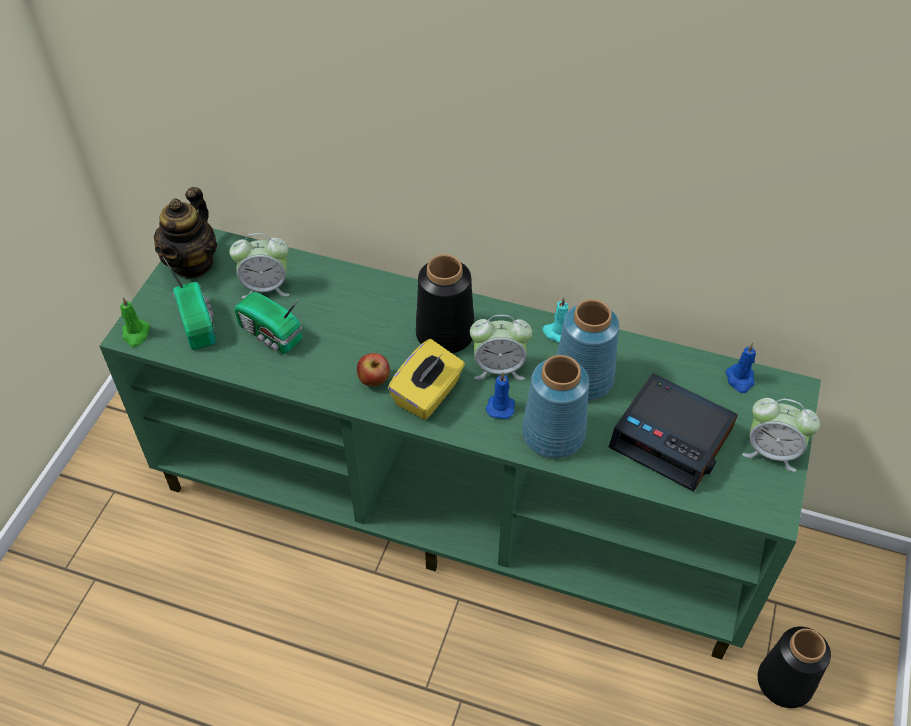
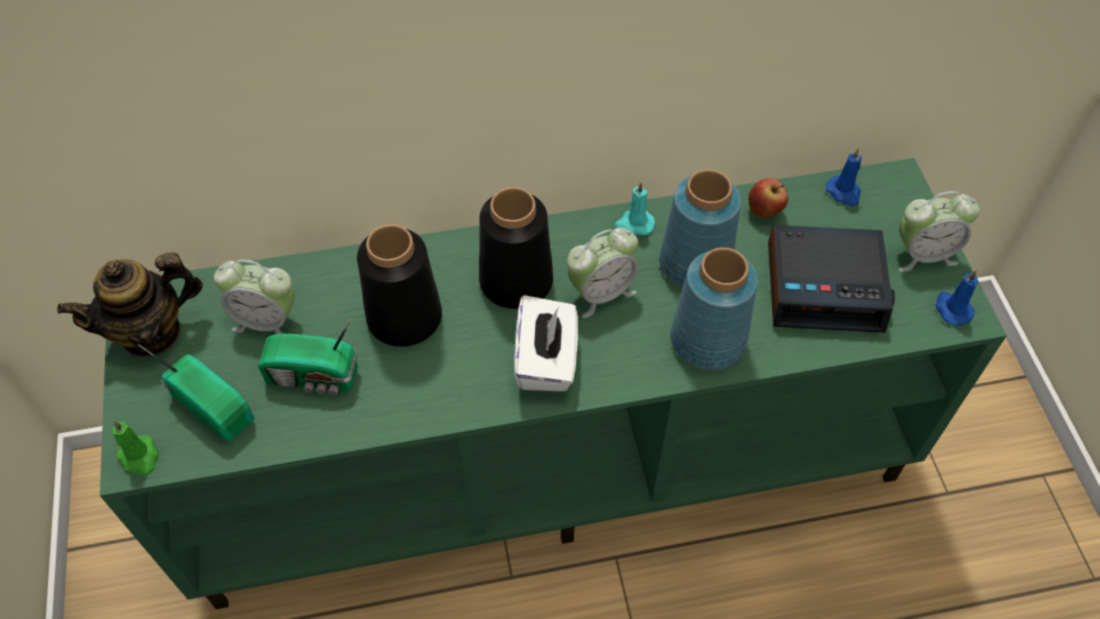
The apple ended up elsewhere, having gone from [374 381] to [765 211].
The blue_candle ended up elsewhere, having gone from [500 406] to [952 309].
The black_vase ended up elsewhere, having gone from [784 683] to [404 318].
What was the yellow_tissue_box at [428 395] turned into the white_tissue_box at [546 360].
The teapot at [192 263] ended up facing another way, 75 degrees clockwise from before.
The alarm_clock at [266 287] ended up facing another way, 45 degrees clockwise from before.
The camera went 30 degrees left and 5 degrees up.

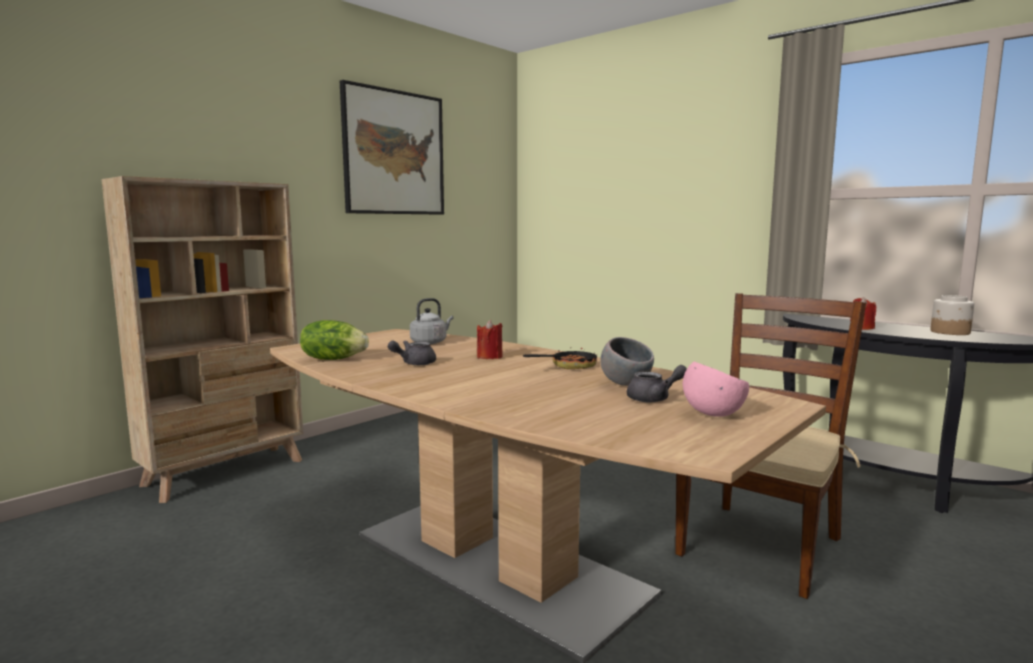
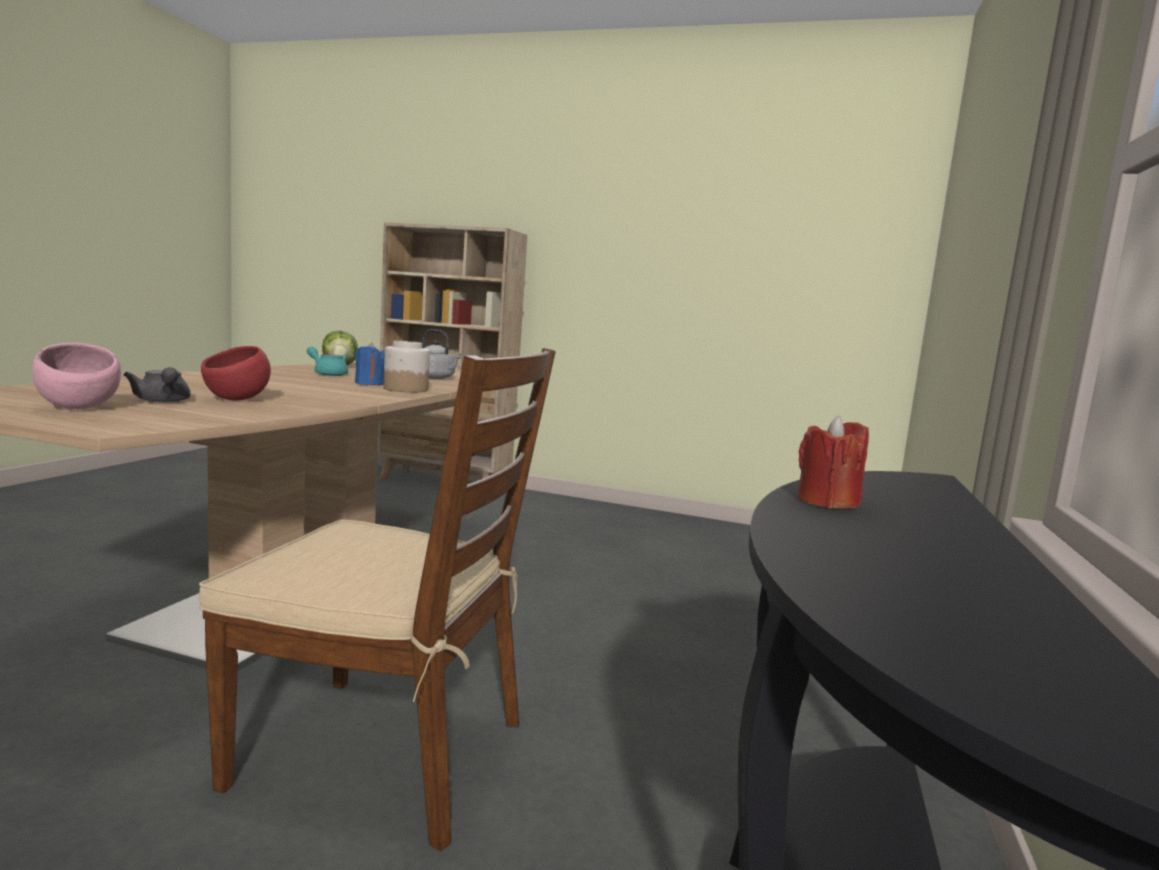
The second view lost the picture at [394 153].
The second view lost the frying_pan at [568 366].
The jar ended up elsewhere, having gone from [950 332] to [405 389].
What was the grey_teapot at [414 363] turned into the turquoise_teapot at [328 374].
What was the red_candle at [489 357] turned into the blue_candle at [369 384].
What was the grey_bowl at [626 384] turned into the red_bowl at [237 400].
The camera went 65 degrees right and 0 degrees up.

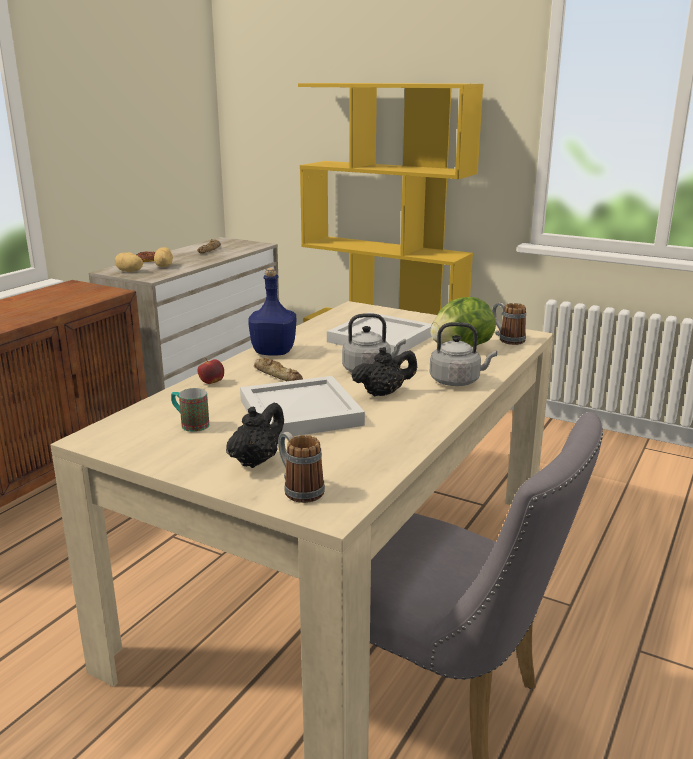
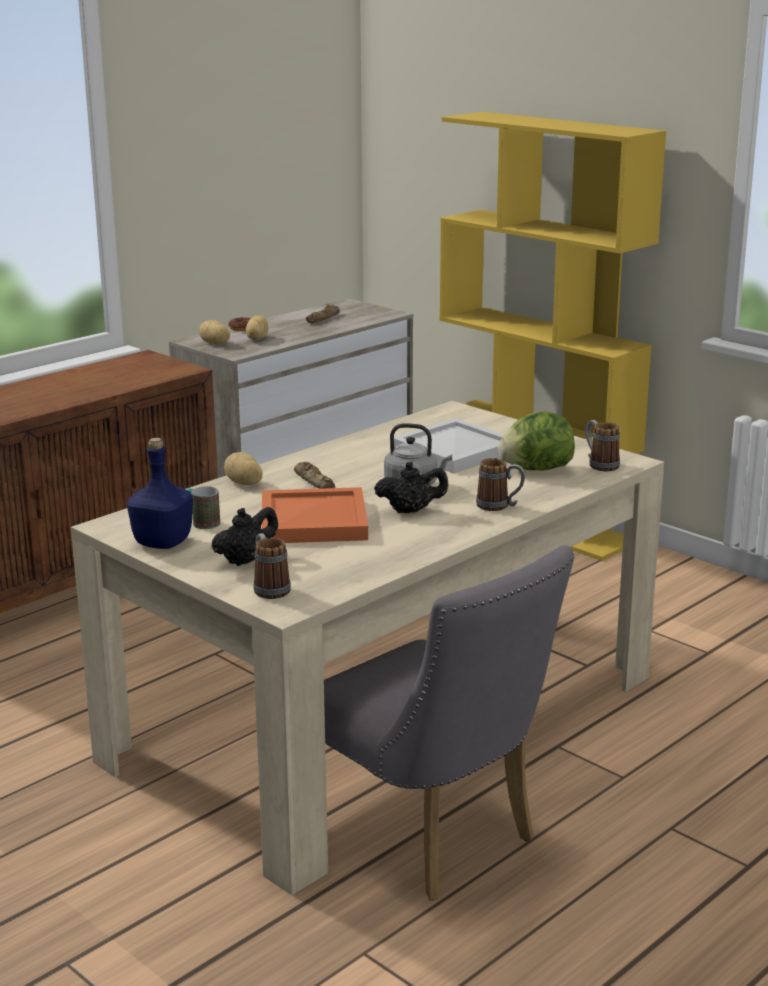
The blue_bottle ended up elsewhere, having gone from [273 351] to [163 542].
Where the apple stood at [211 383], the potato came to stand at [243 483].
Where the grey_kettle stood at [457 381], the mug came to stand at [499 506].
What was the white_tray at [301 411] turned into the orange_tray at [315 520].
The camera went 15 degrees right and 0 degrees up.

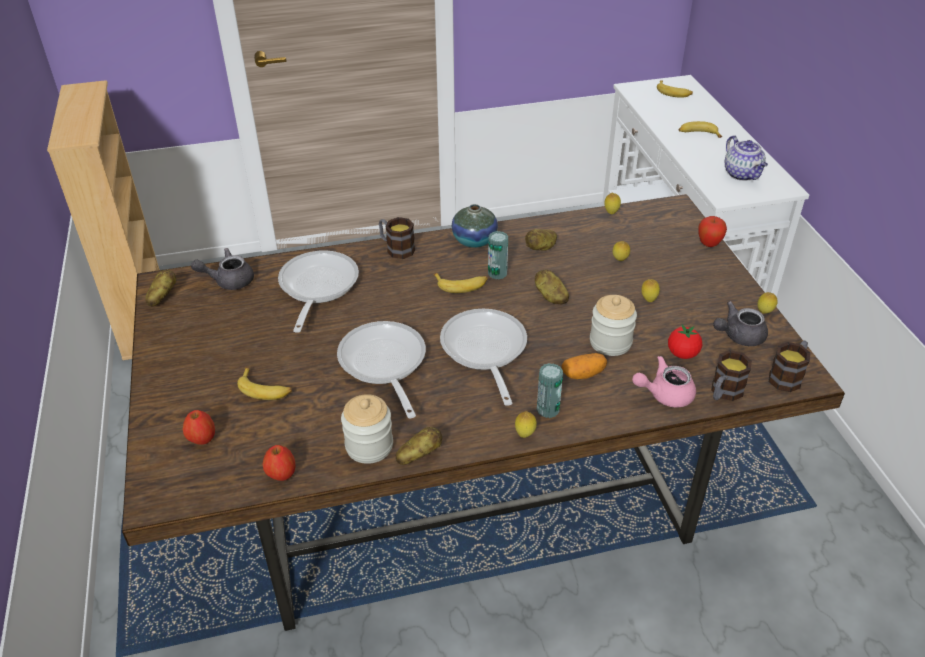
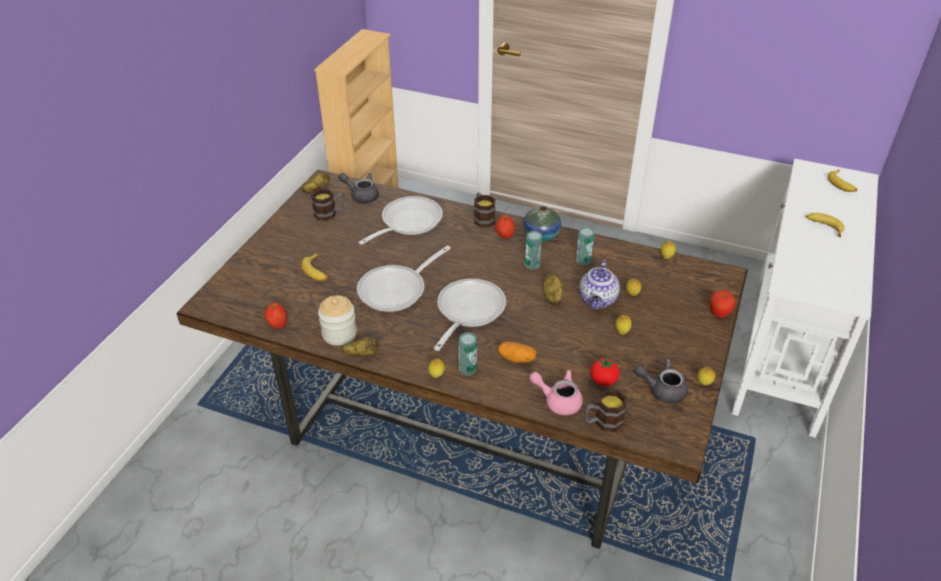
The second view lost the banana at [461 285].
The second view lost the jar at [610 342].
The apple ended up elsewhere, having gone from [202 439] to [504 236].
The teapot ended up elsewhere, having gone from [742 174] to [598 300].
The mug ended up elsewhere, having gone from [788 376] to [329 213].
Where the potato stood at [541 248], the can came to stand at [583 260].
The frying_pan at [383 365] ended up facing another way, 150 degrees counterclockwise from before.
The camera went 35 degrees right and 0 degrees up.

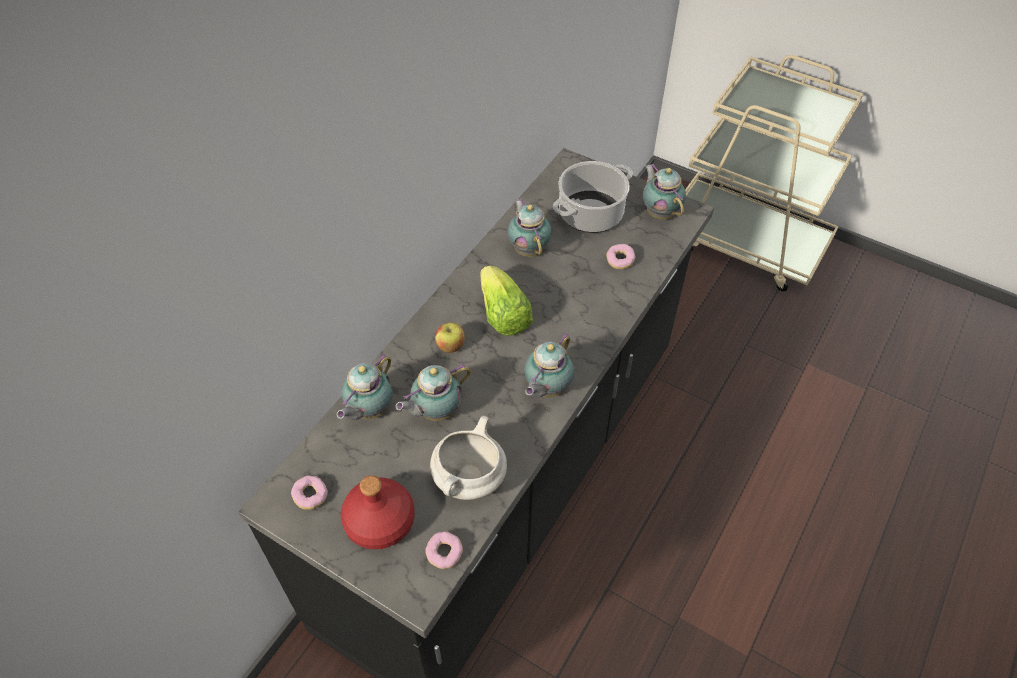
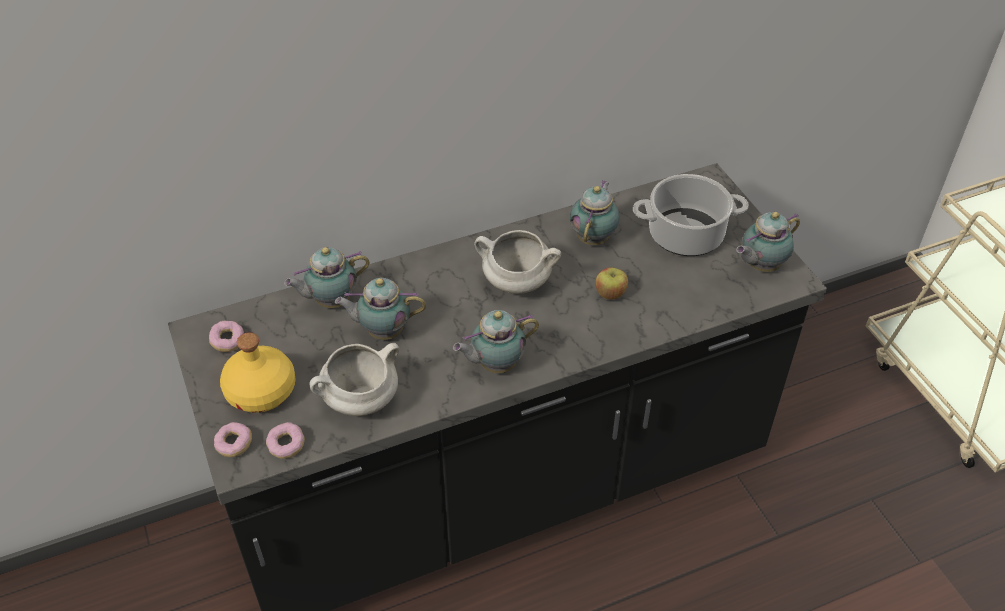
The apple ended up elsewhere, having gone from [450 346] to [610 294].
The donut ended up elsewhere, having gone from [620 261] to [234 445].
Where the lettuce stood at [503 315], the white_cooking_pot came to stand at [516 283].
What was the red_bottle at [380 522] turned into the yellow_bottle at [260 391].
The teapot at [659 212] ended up facing another way, 135 degrees counterclockwise from before.
The camera went 35 degrees right and 5 degrees down.

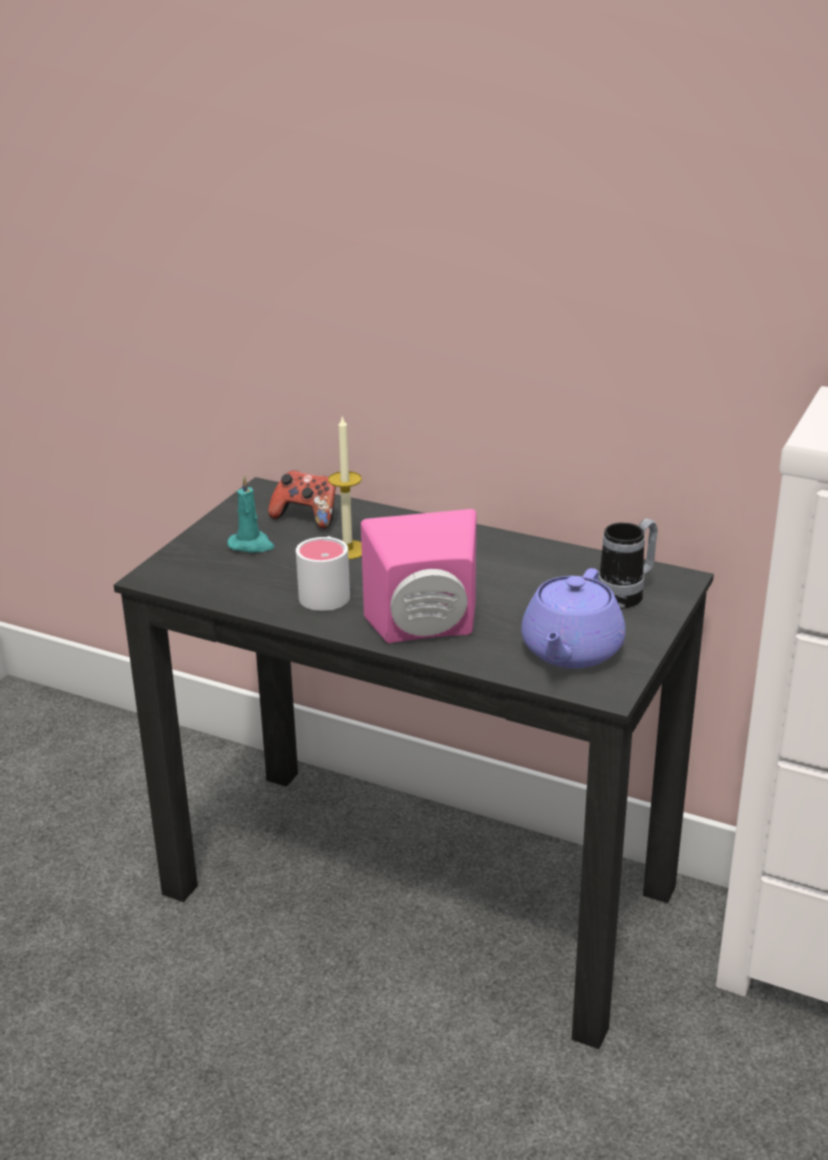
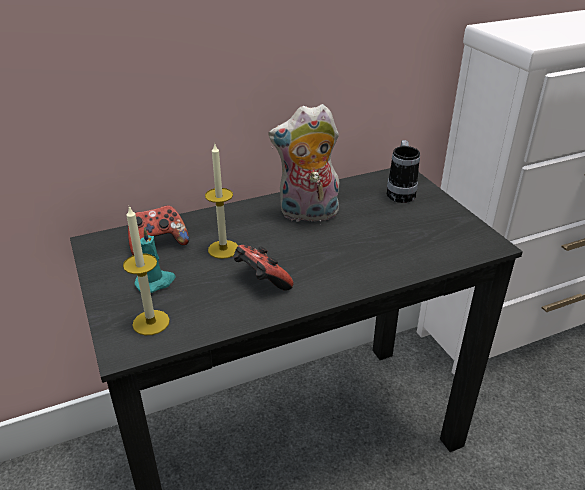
The second view lost the pink_speaker at [425 631].
The second view lost the purple_teapot at [570 651].
The second view gained the candle at [151 322].
The second view gained the plush_toy at [307 215].
Where the white_mug stood at [326 591], the game_controller came to stand at [261 282].
The camera went 50 degrees left and 5 degrees up.

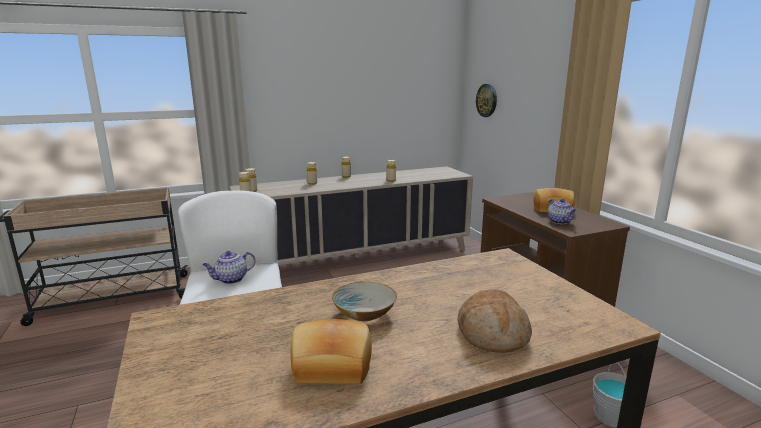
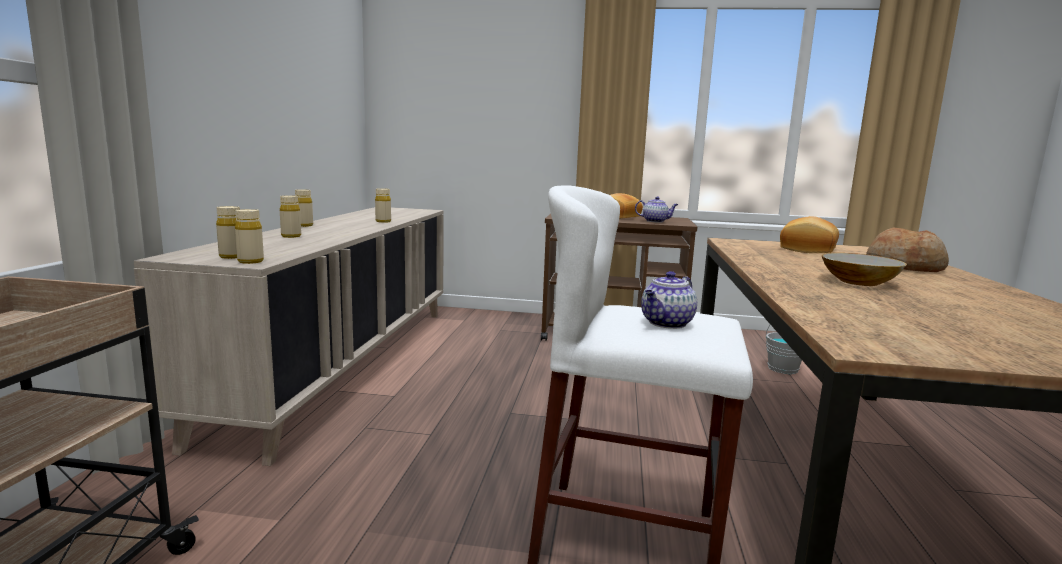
The second view lost the wall_clock at [487 100].
The bread ended up elsewhere, having gone from [331 367] to [809 249].
The teapot at [231 279] ended up facing another way, 45 degrees clockwise from before.
The camera went 60 degrees left and 5 degrees down.

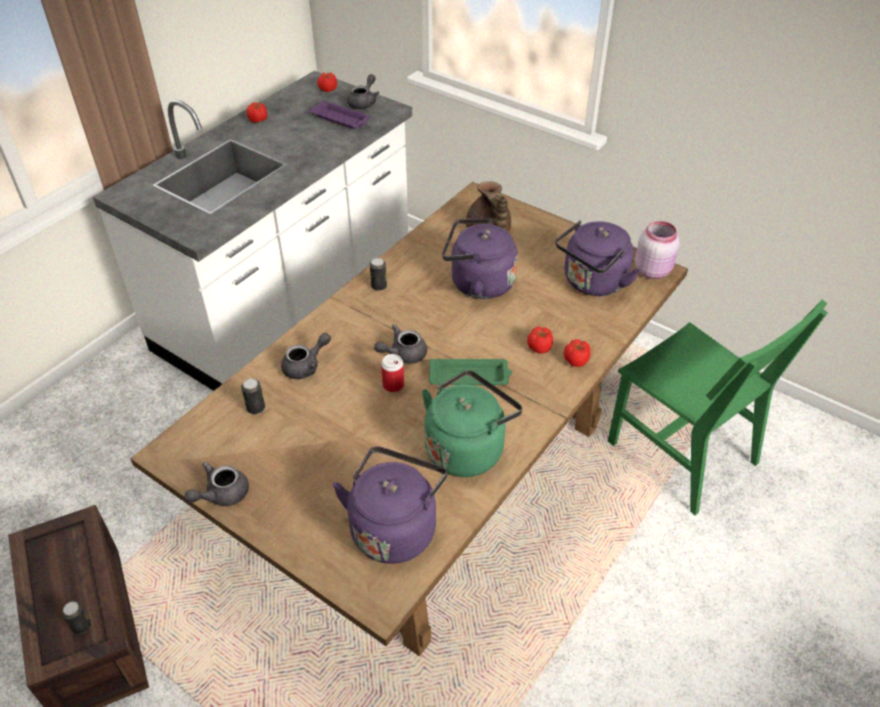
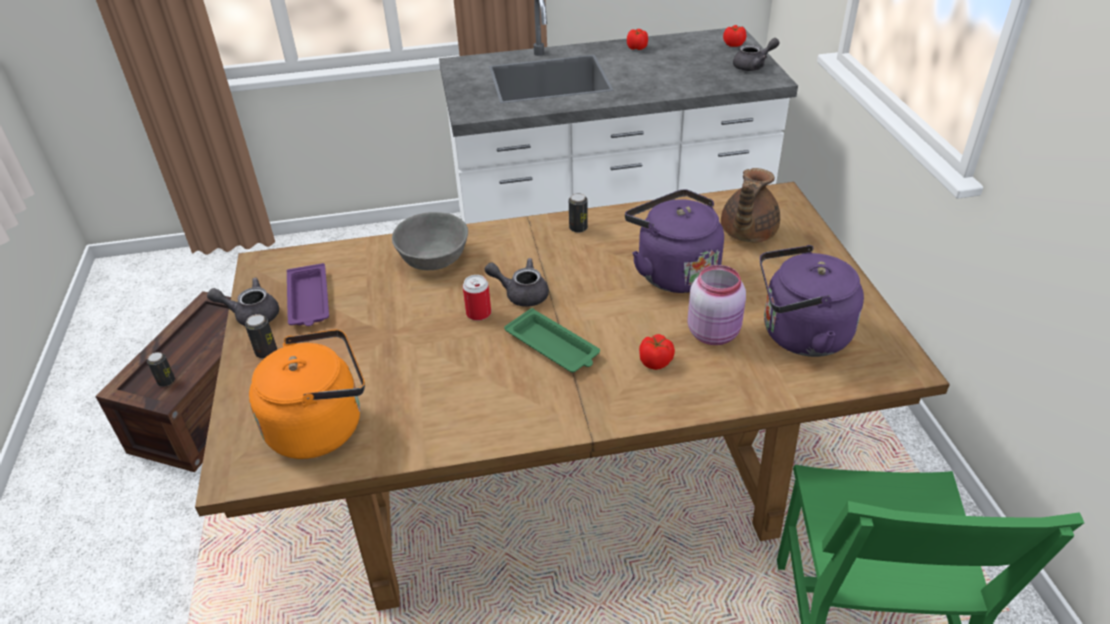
The second view lost the green_kettle at [467 448].
The second view lost the tomato at [576 360].
The can ended up elsewhere, having gone from [256 408] to [266 352].
The purple_tray ended up elsewhere, having gone from [341 119] to [309 301].
The pink_jar ended up elsewhere, having gone from [653 270] to [714 333].
Where the grey_teapot stood at [306 366], the grey_bowl came to stand at [434 259].
What was the purple_kettle at [394 527] turned into the orange_kettle at [322 426].
The camera went 45 degrees right and 5 degrees down.

